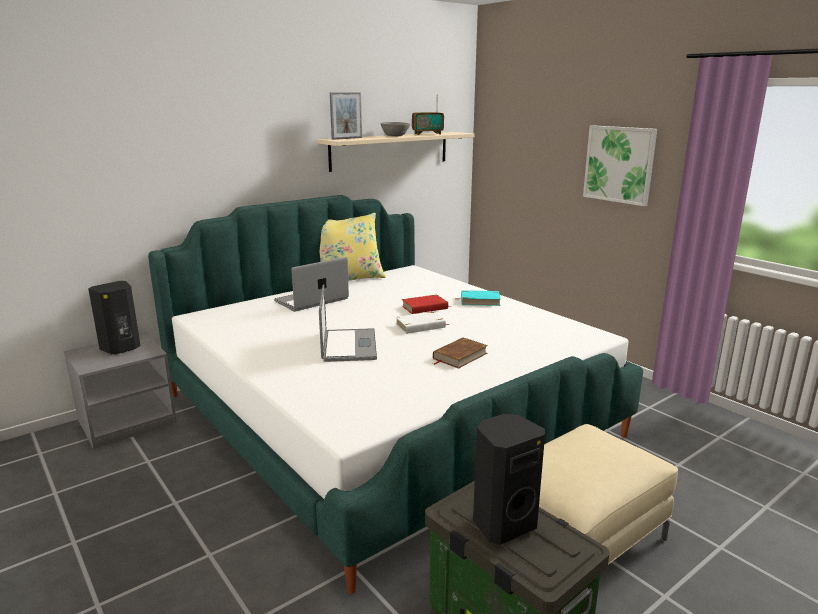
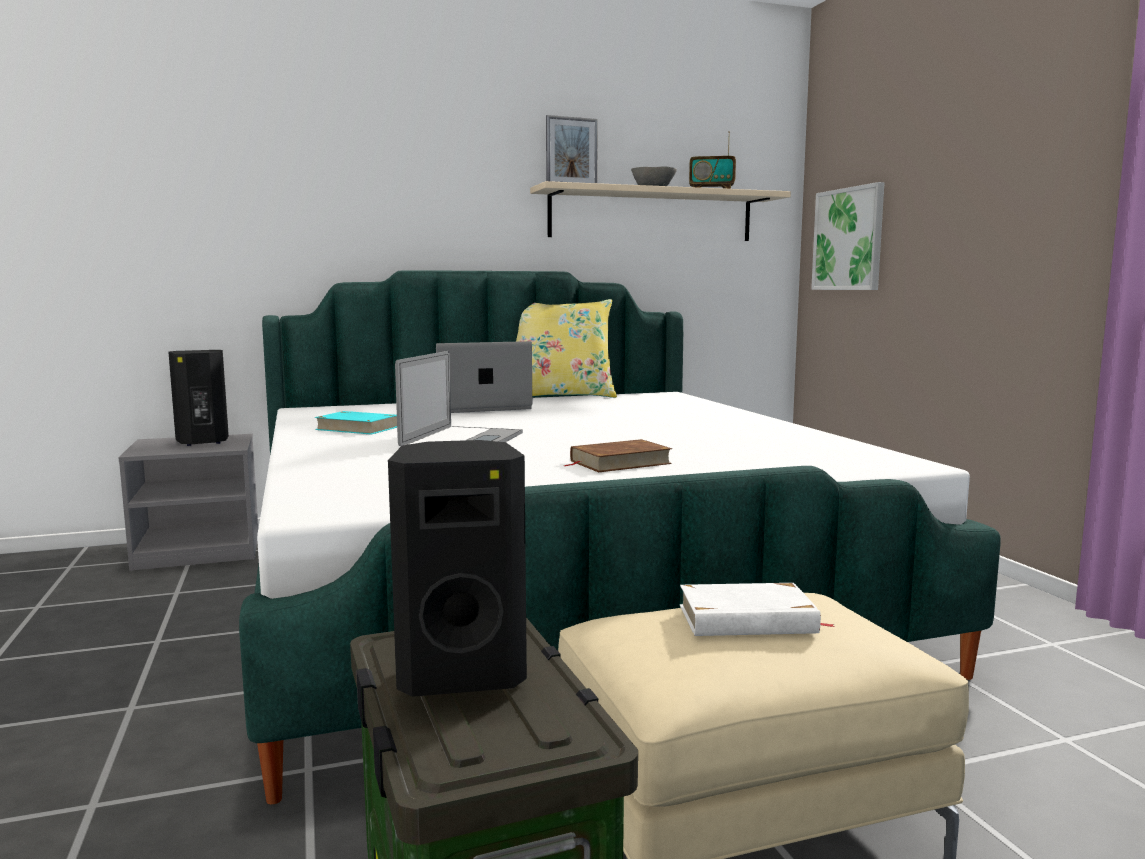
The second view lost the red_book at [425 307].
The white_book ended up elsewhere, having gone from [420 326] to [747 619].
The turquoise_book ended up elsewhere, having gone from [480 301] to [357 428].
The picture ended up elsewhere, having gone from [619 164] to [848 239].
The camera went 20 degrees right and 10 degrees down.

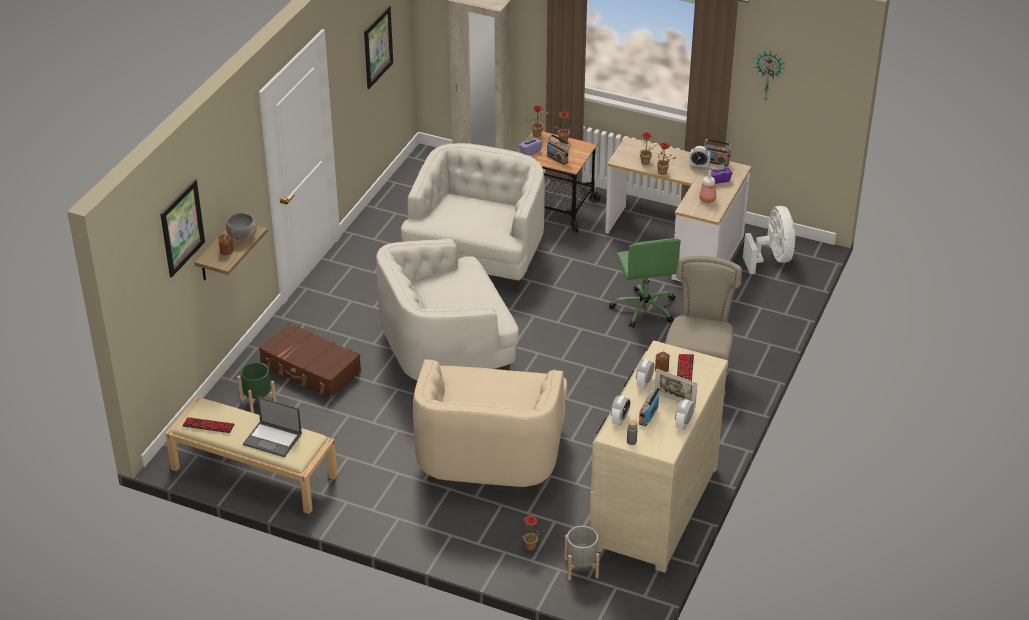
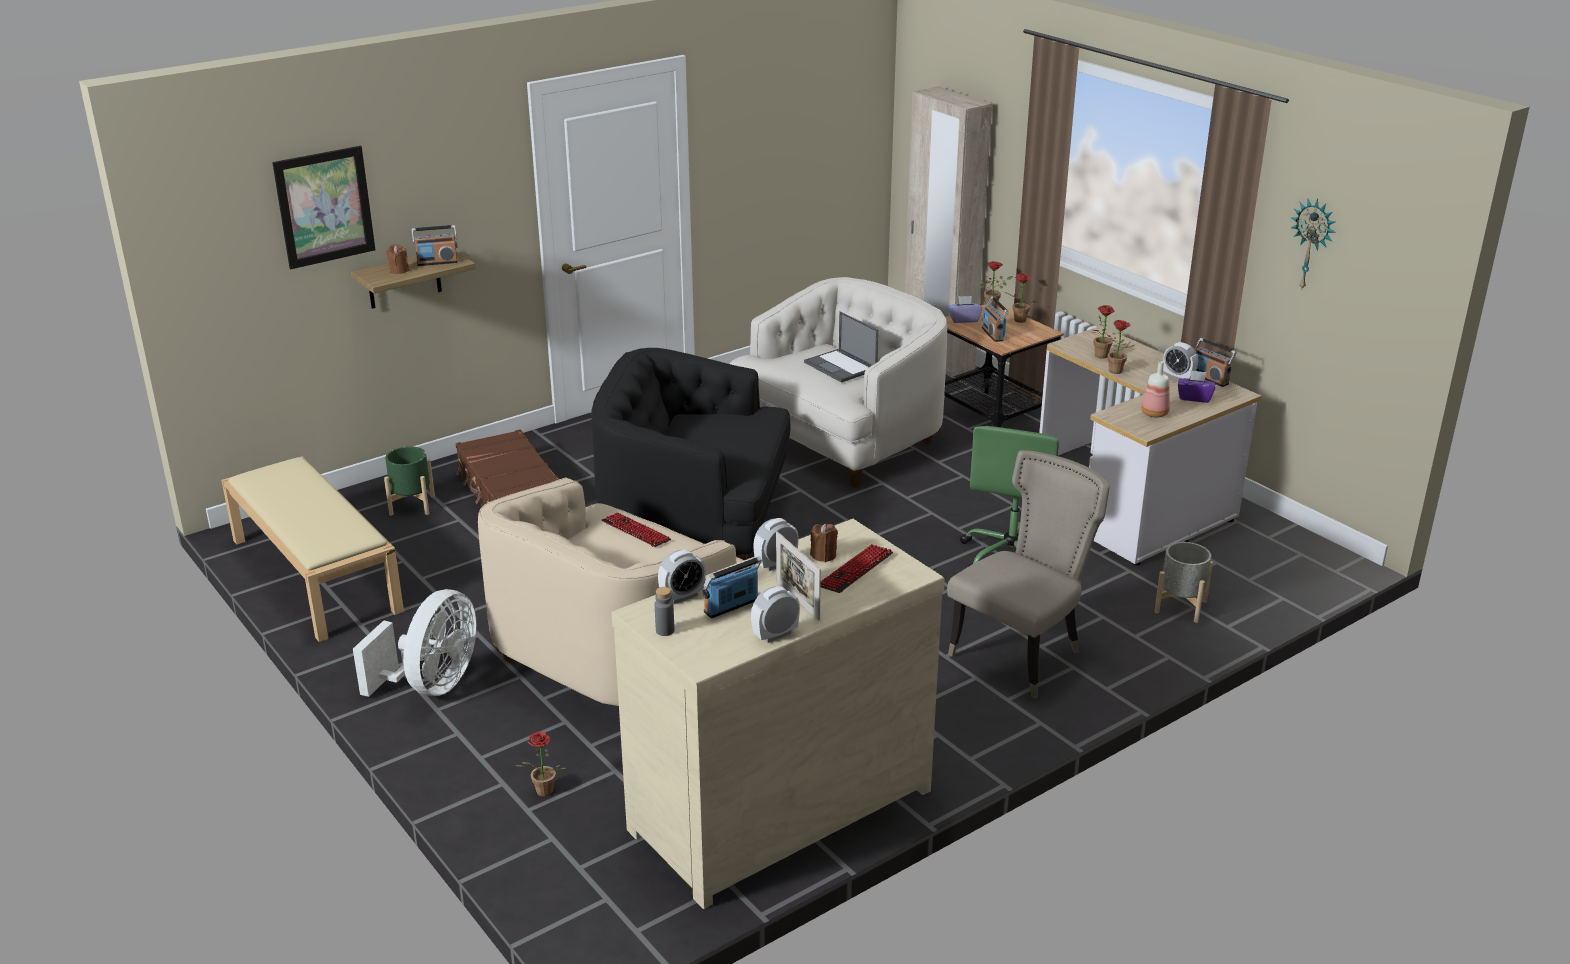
The second view lost the picture at [378 47].
The keyboard ended up elsewhere, having gone from [208 426] to [636 531].
The laptop ended up elsewhere, having gone from [273 439] to [841 366].
The grey_planter ended up elsewhere, having gone from [581 567] to [1180 606].
The white_fan ended up elsewhere, having gone from [772 259] to [432 685].
Where the grey_bowl stood at [242 235], the radio came to stand at [437 262].
What was the white_armchair at [446 348] turned into the black_armchair at [696 521].
The camera went 30 degrees right and 10 degrees down.

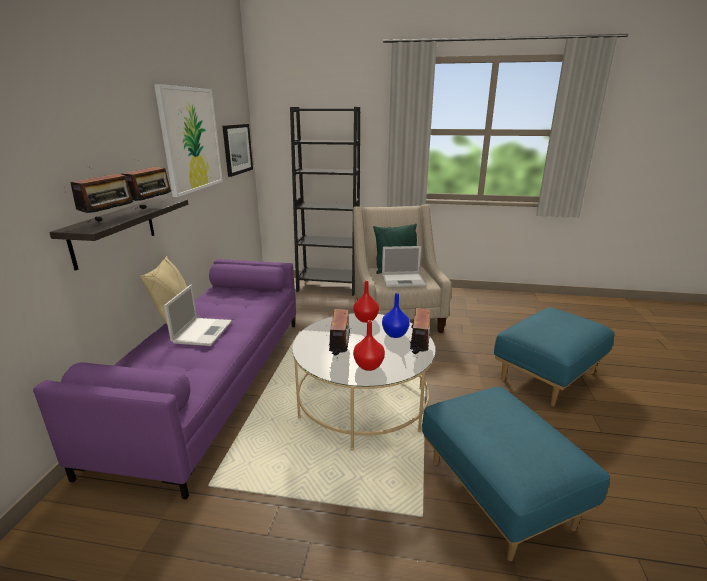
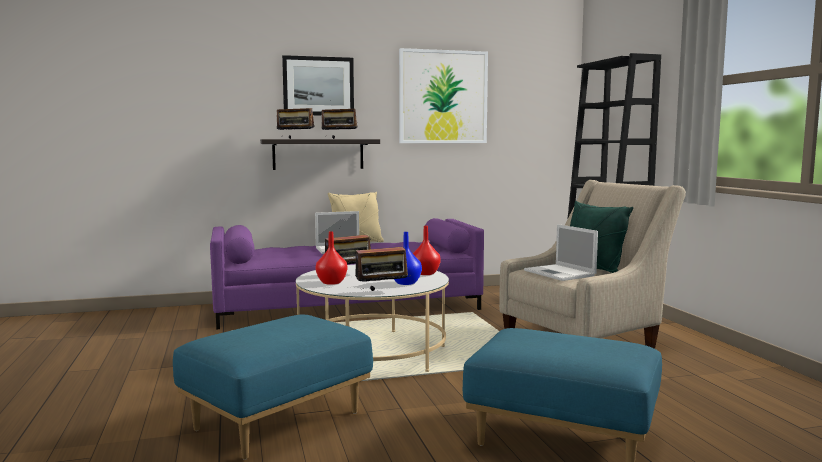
The picture ended up elsewhere, having gone from [237 149] to [318 86].
The camera went 65 degrees right and 15 degrees down.

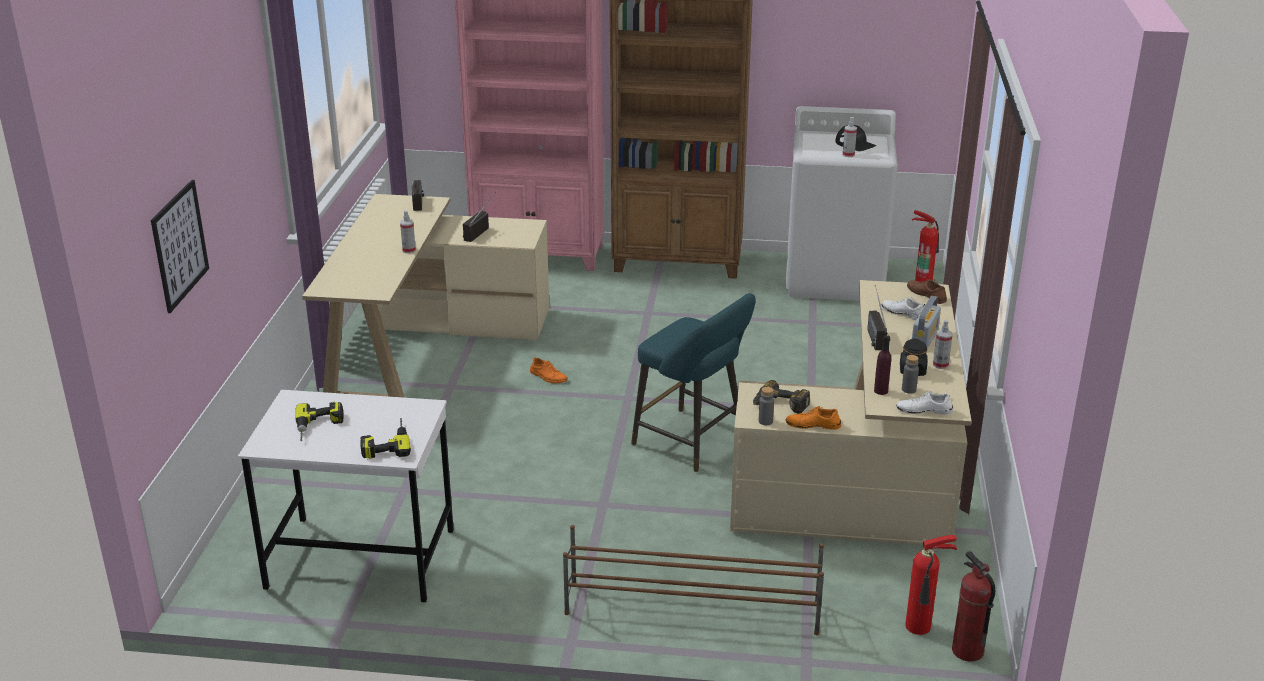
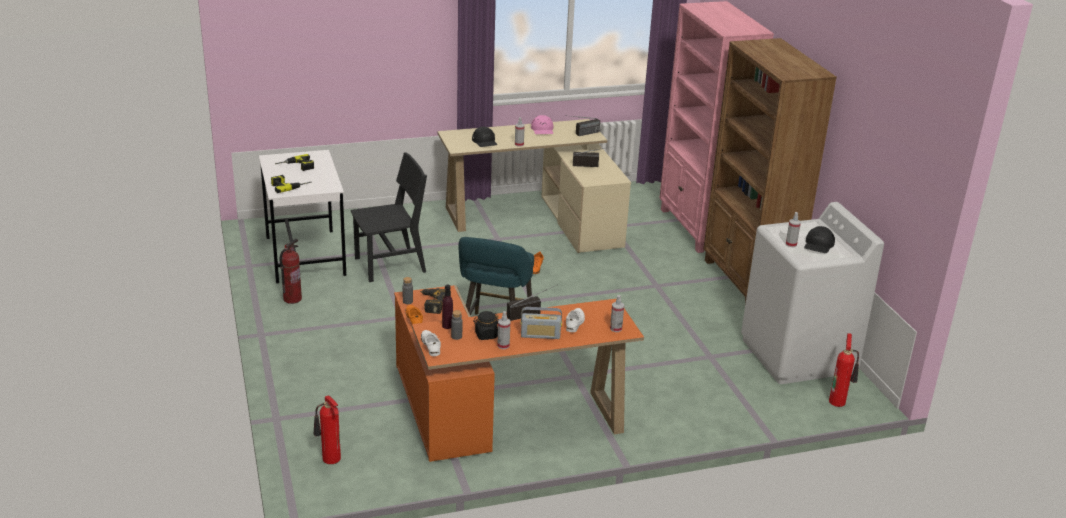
The second view lost the picture at [180 245].
The second view lost the brown_shoe_rack at [691 608].
The second view gained the black_chair at [390 265].
The second view gained the black_cap at [485 141].
The second view gained the pink_cap at [542 129].
The fire_extinguisher ended up elsewhere, having gone from [966 651] to [292 299].
Where the brown_shoe stood at [926 295], the spray_bottle came to stand at [616 329].
What was the beige_desk at [867 480] turned into the orange_desk at [496 414].
The camera went 65 degrees right and 0 degrees up.

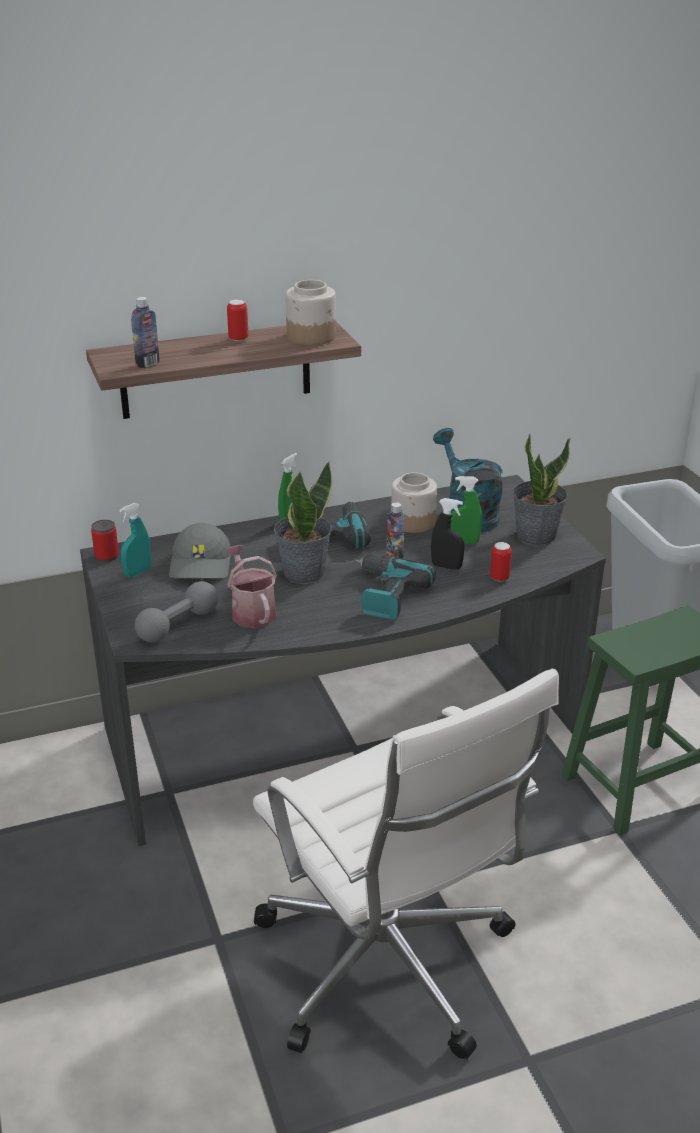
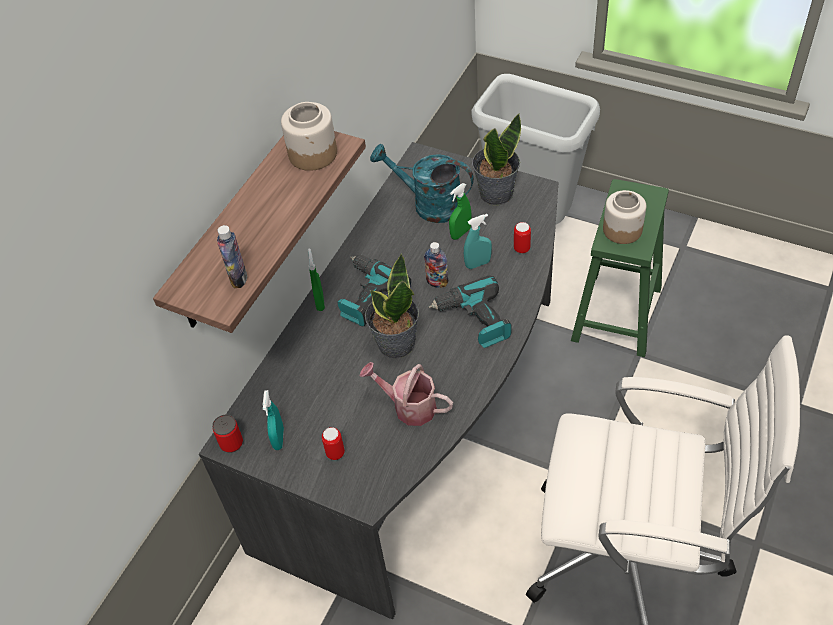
The second view lost the grey_dumbbell at [178 625].
The second view lost the grey_cap at [202 565].
The can ended up elsewhere, having gone from [238 339] to [335 453].
The jar ended up elsewhere, having gone from [413 522] to [622 229].
What was the black_spray_bottle at [446 566] turned into the turquoise_spray_bottle at [478 264].
The camera went 40 degrees left and 20 degrees up.

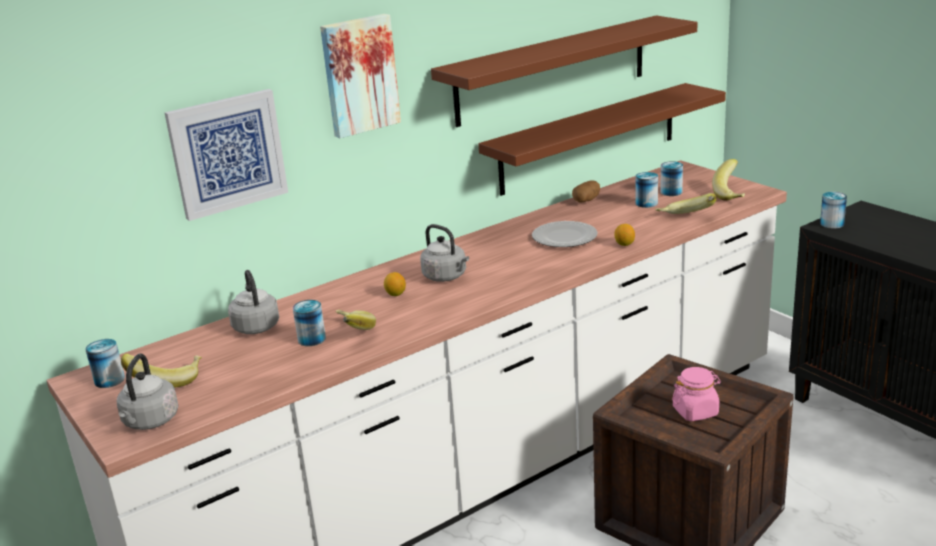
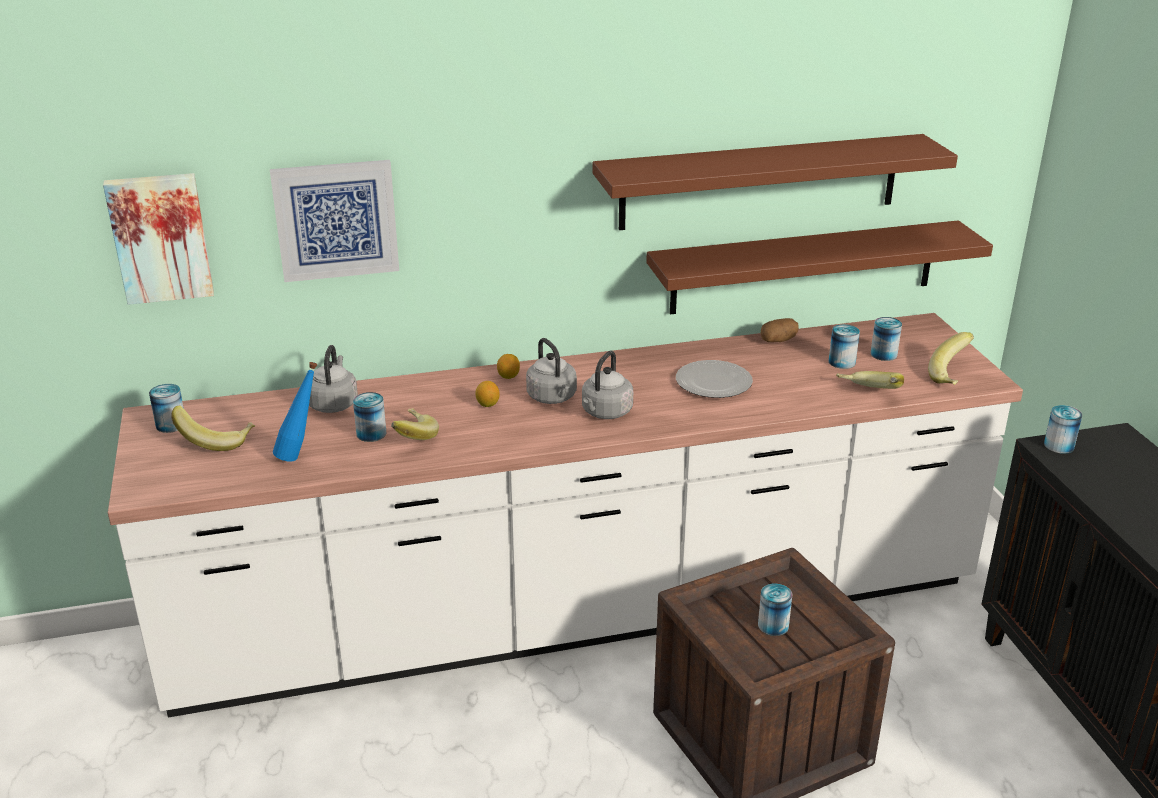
The second view gained the blue_bottle at [301 456].
The grey_kettle ended up elsewhere, having gone from [150 422] to [605 413].
The picture ended up elsewhere, having gone from [359 75] to [160 237].
The lemon ended up elsewhere, having gone from [624 244] to [508 376].
Where the pink_jar stood at [695 411], the can came to stand at [773 625].
The camera went 20 degrees right and 5 degrees up.

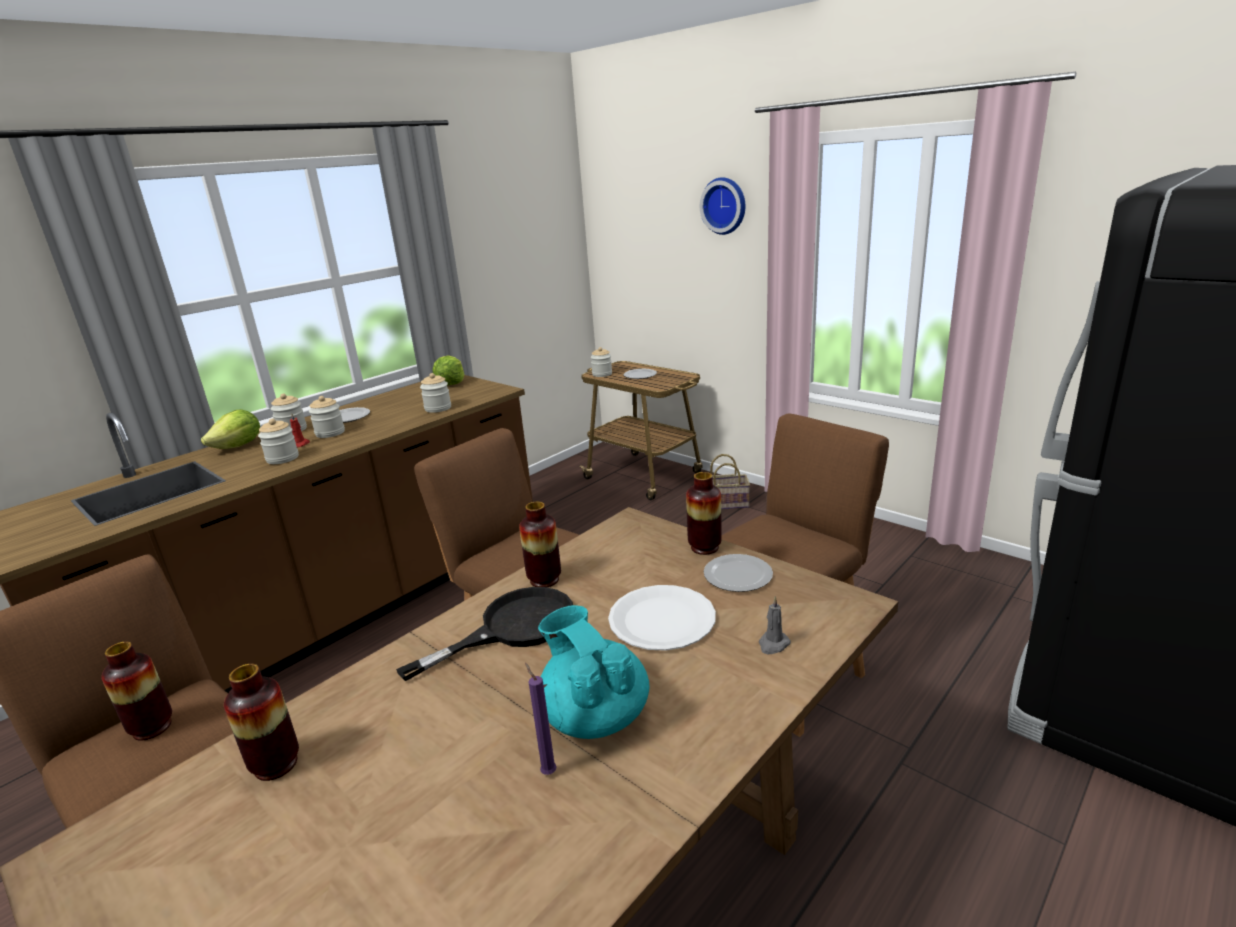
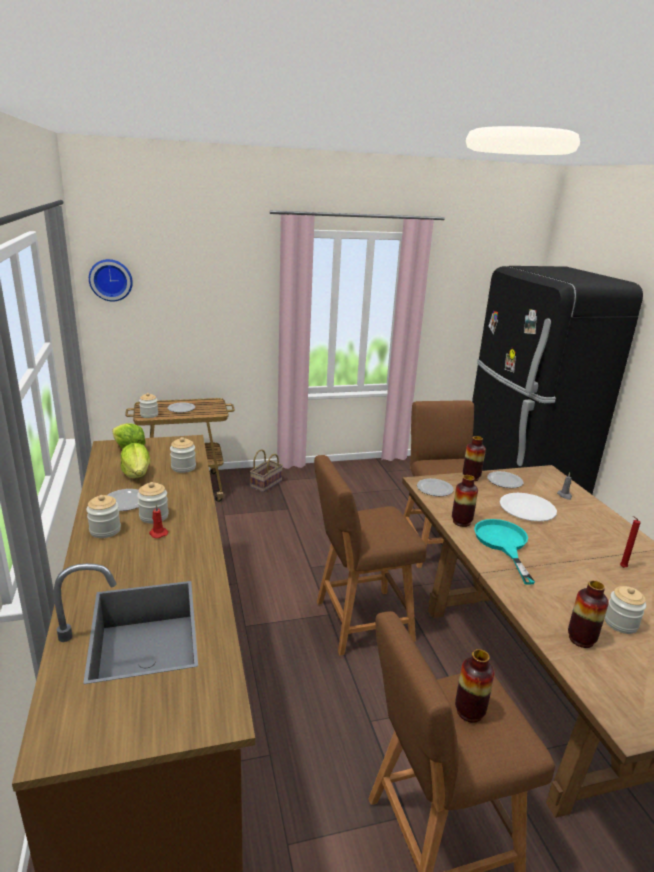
The second view lost the turquoise_teapot at [594 715].
The second view gained the plate at [434 489].
The lettuce ended up elsewhere, having gone from [239 446] to [137 474].
The jar ended up elsewhere, having gone from [282 458] to [620 623].
The wall_clock ended up elsewhere, having gone from [725 205] to [111 280].
What was the black_frying_pan at [512 628] turned into the turquoise_frying_pan at [503 544].
What was the purple_candle at [547 771] turned into the red_candle at [621 567].
The camera went 60 degrees left and 0 degrees up.

